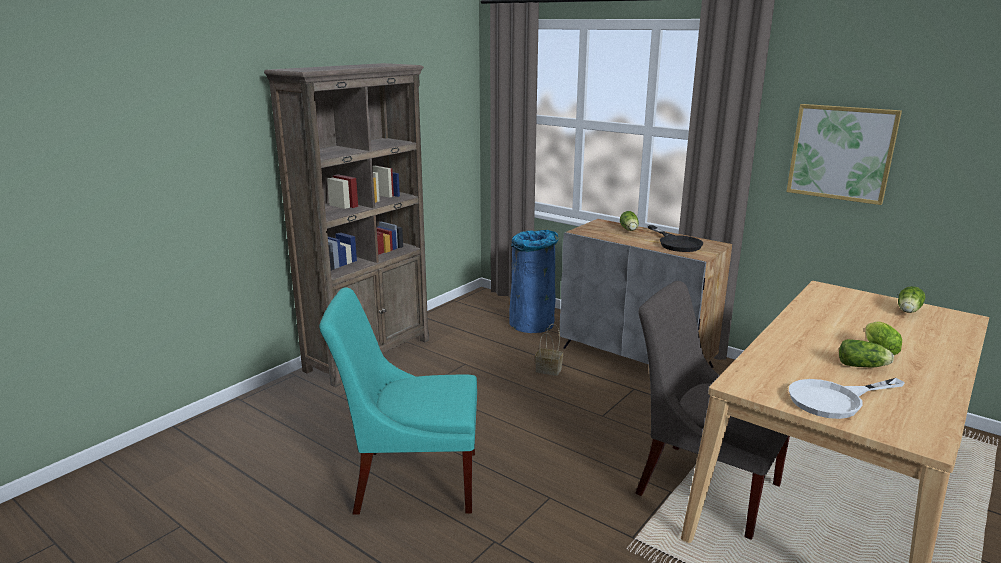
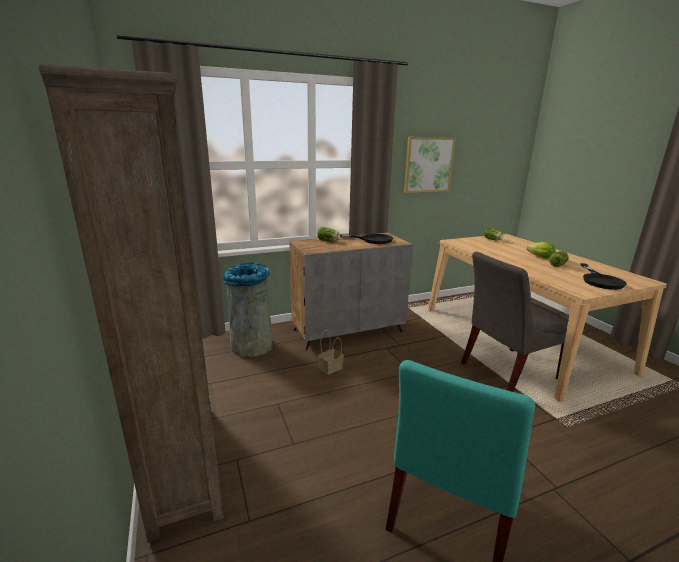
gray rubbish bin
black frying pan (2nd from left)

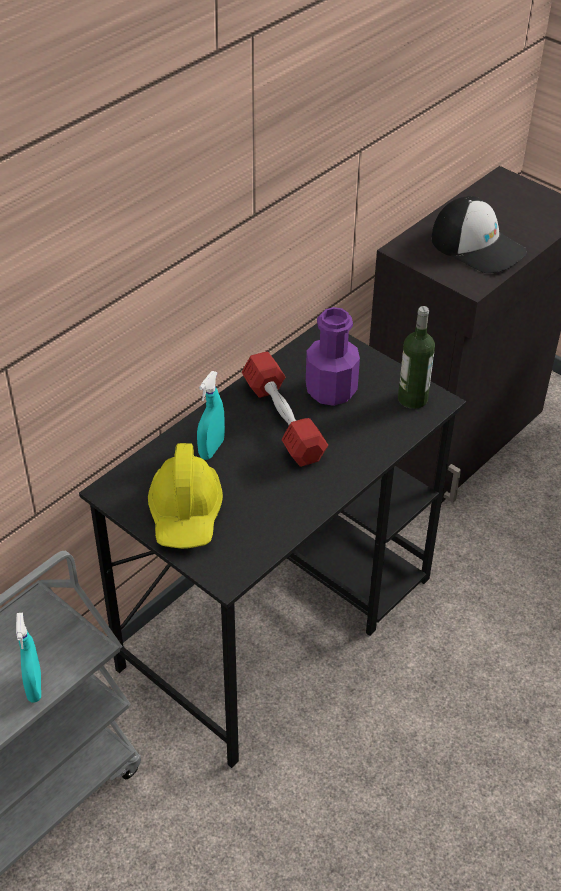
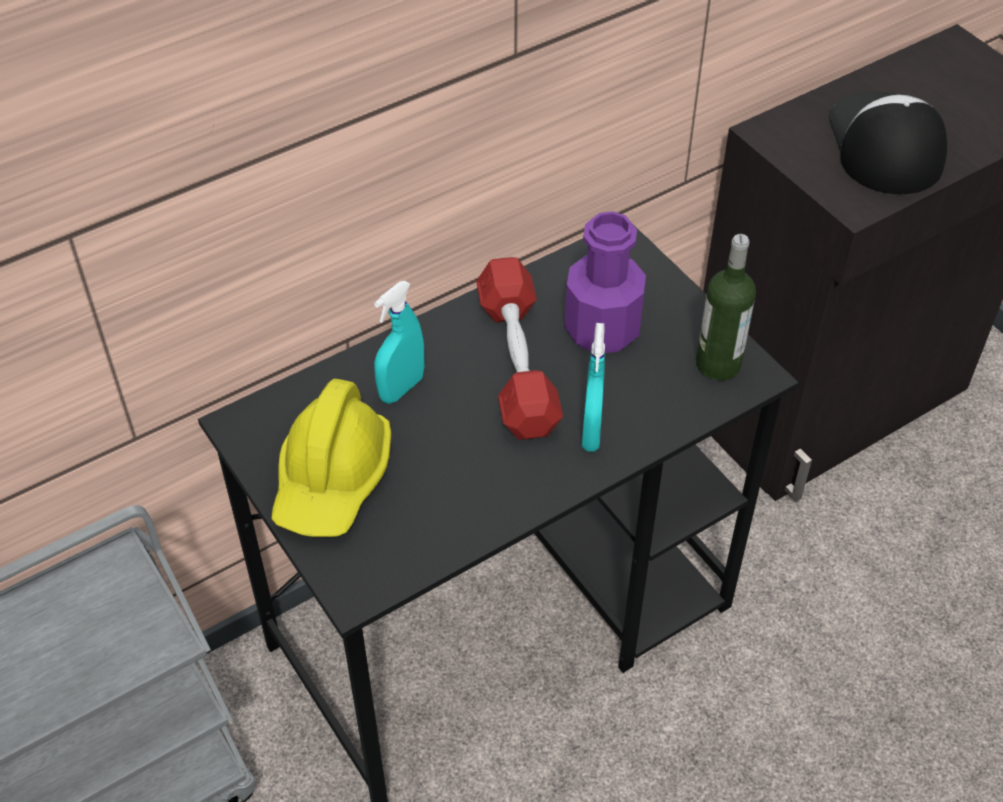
baseball cap
turquoise hand sprayer (2nd from left)

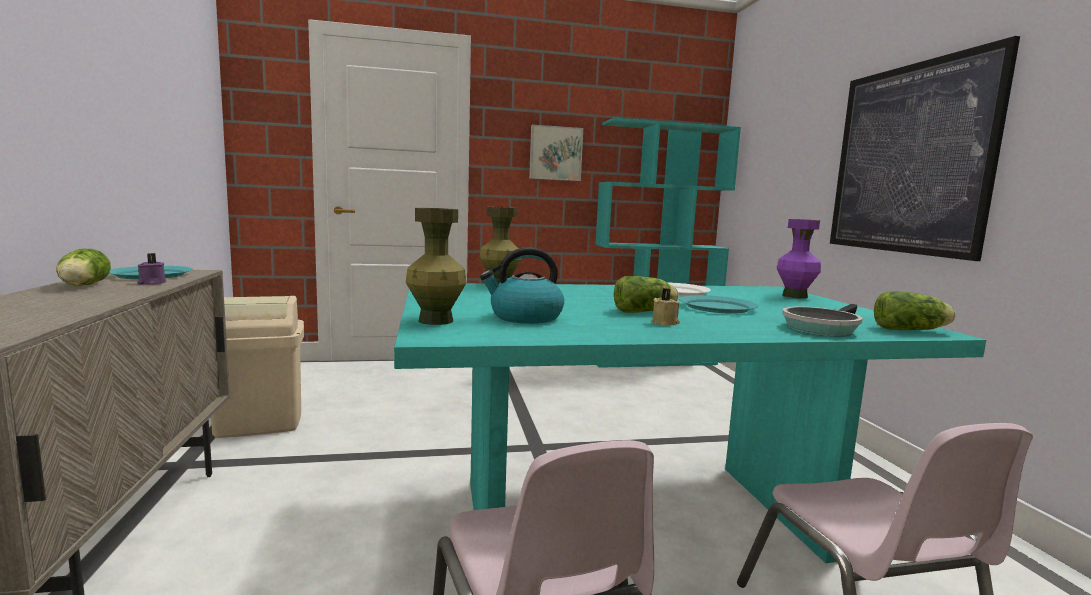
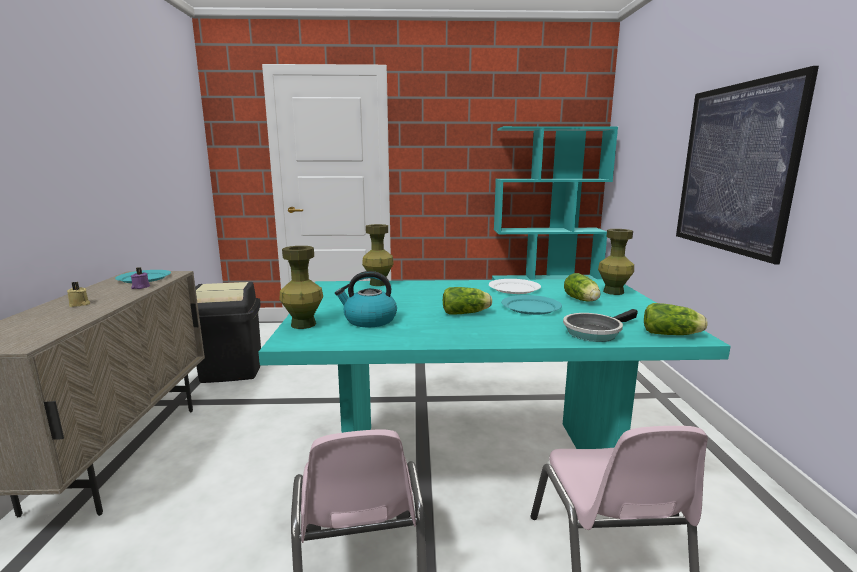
wall picture (1st from left in the first image)
greenish decorative vase (3rd from left)
lettuce (2nd from left)
beige wax light
black rubbish bin

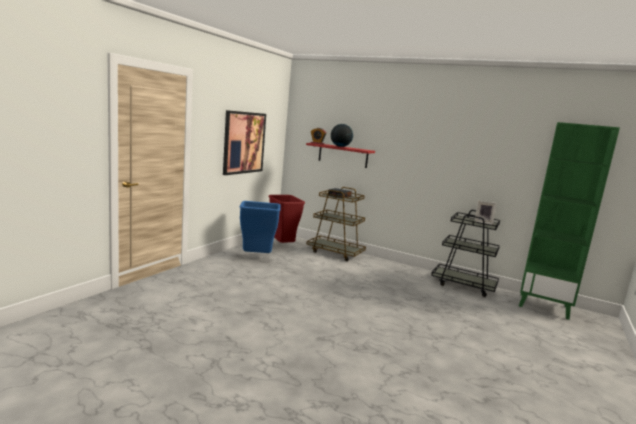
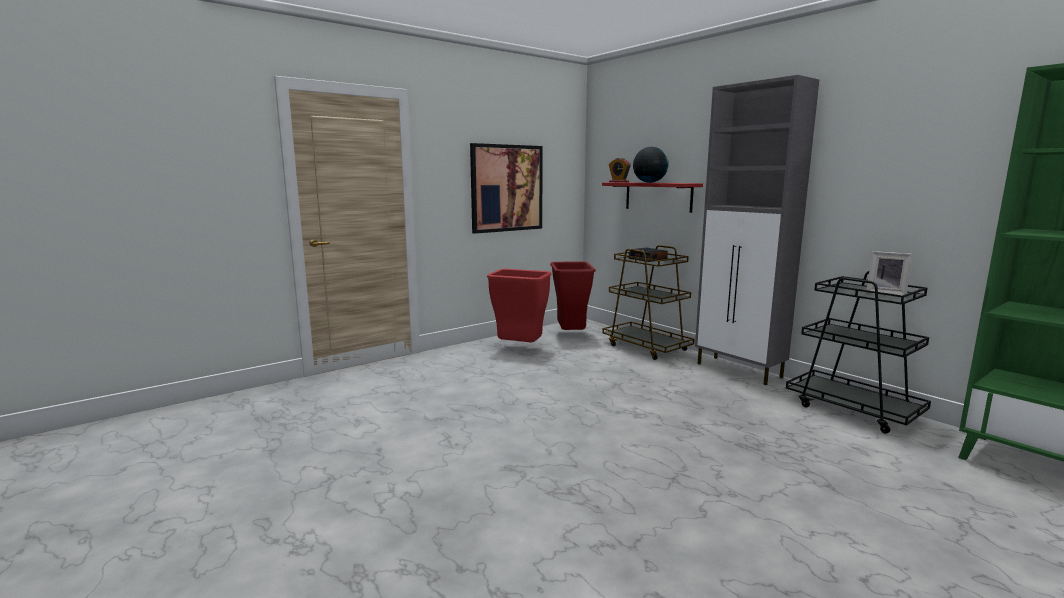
red-coloured rubbish bin (1st from left)
gray storage cabinet

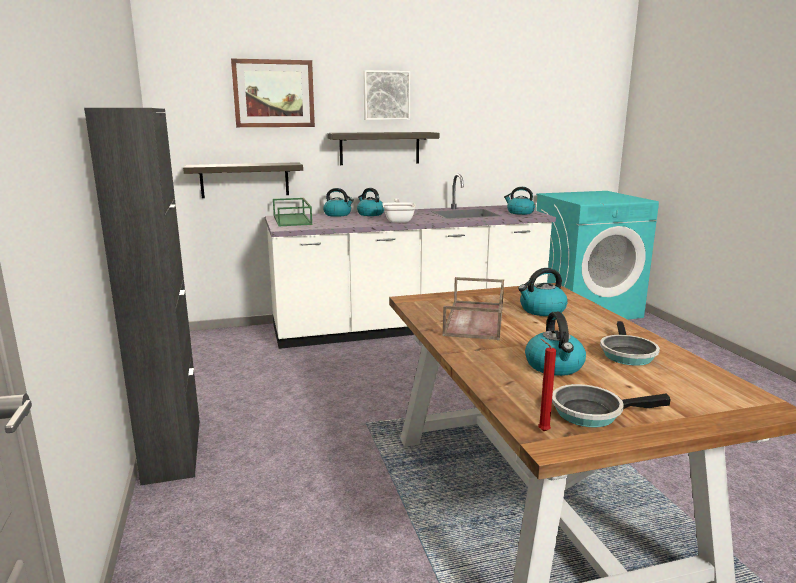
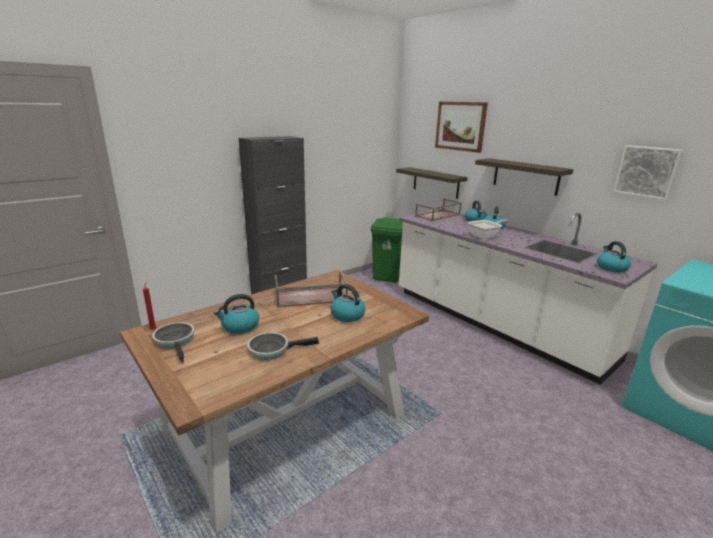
wall picture (2nd from left)
brown-coloured carrying tray (2nd from left)
greenish rubbish bin

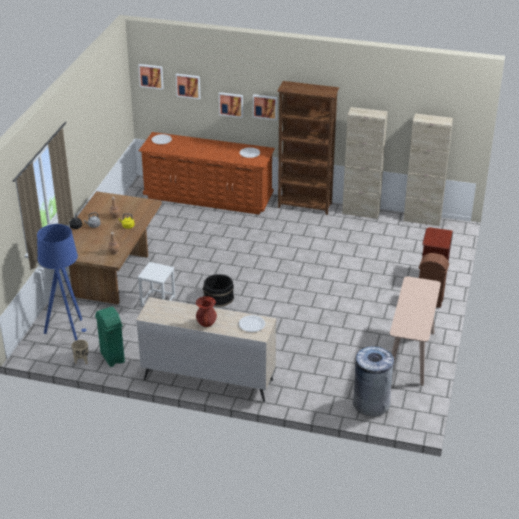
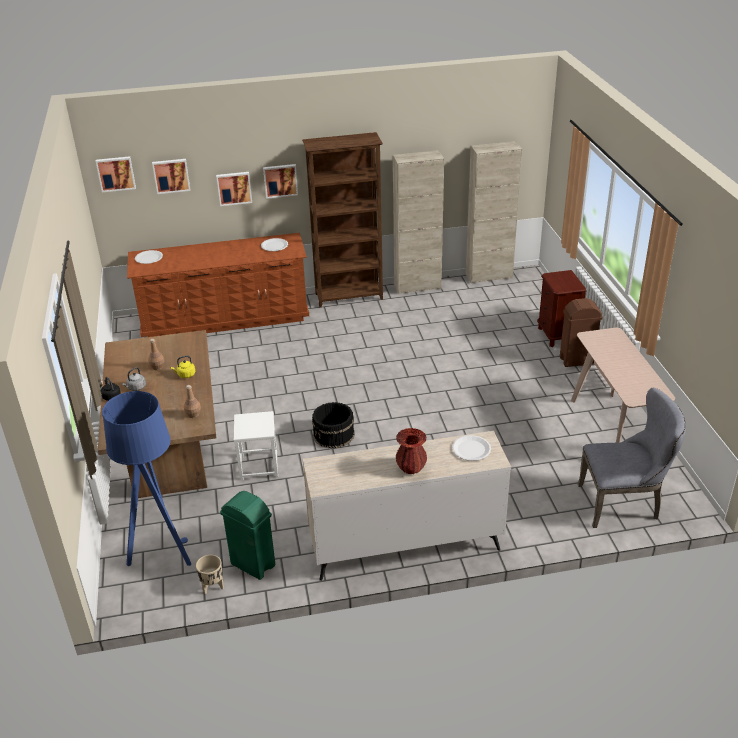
gray chair

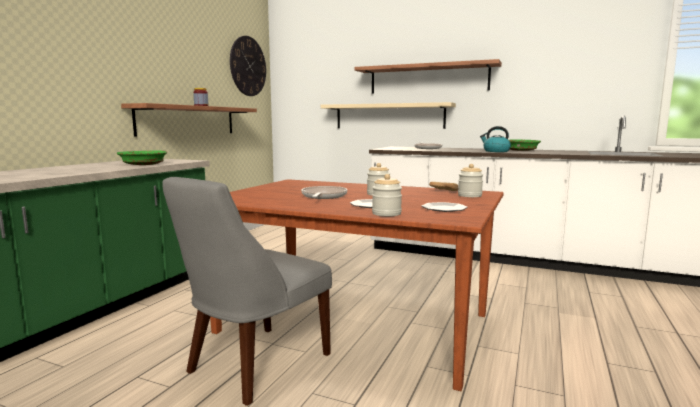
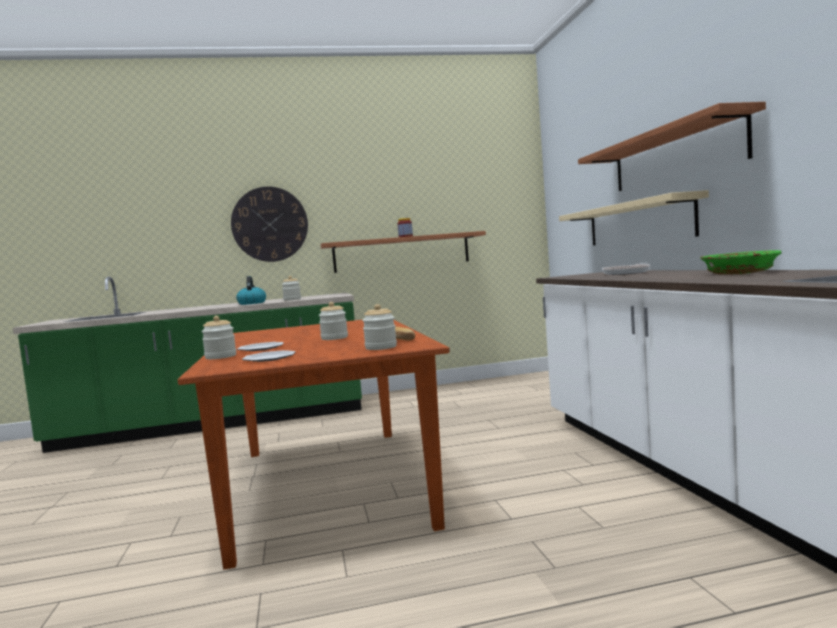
hanging clock
tea kettle
storage jar (2nd from left)
gray chair
frying pan (1st from left in the first image)

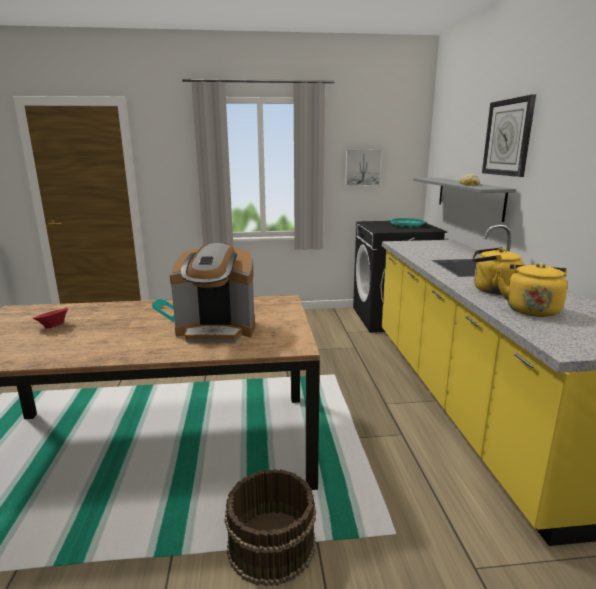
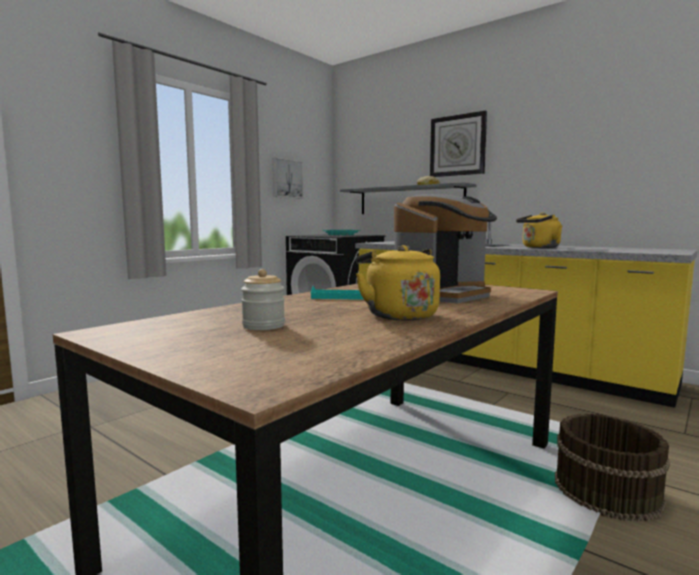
yellow tea kettle (1st from left)
storage jar

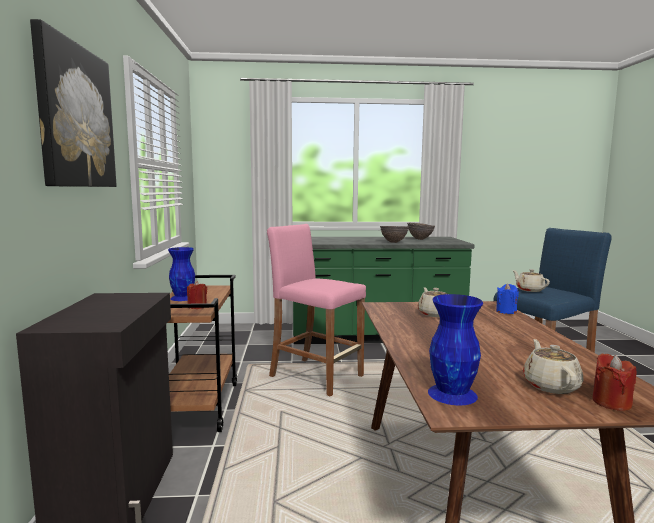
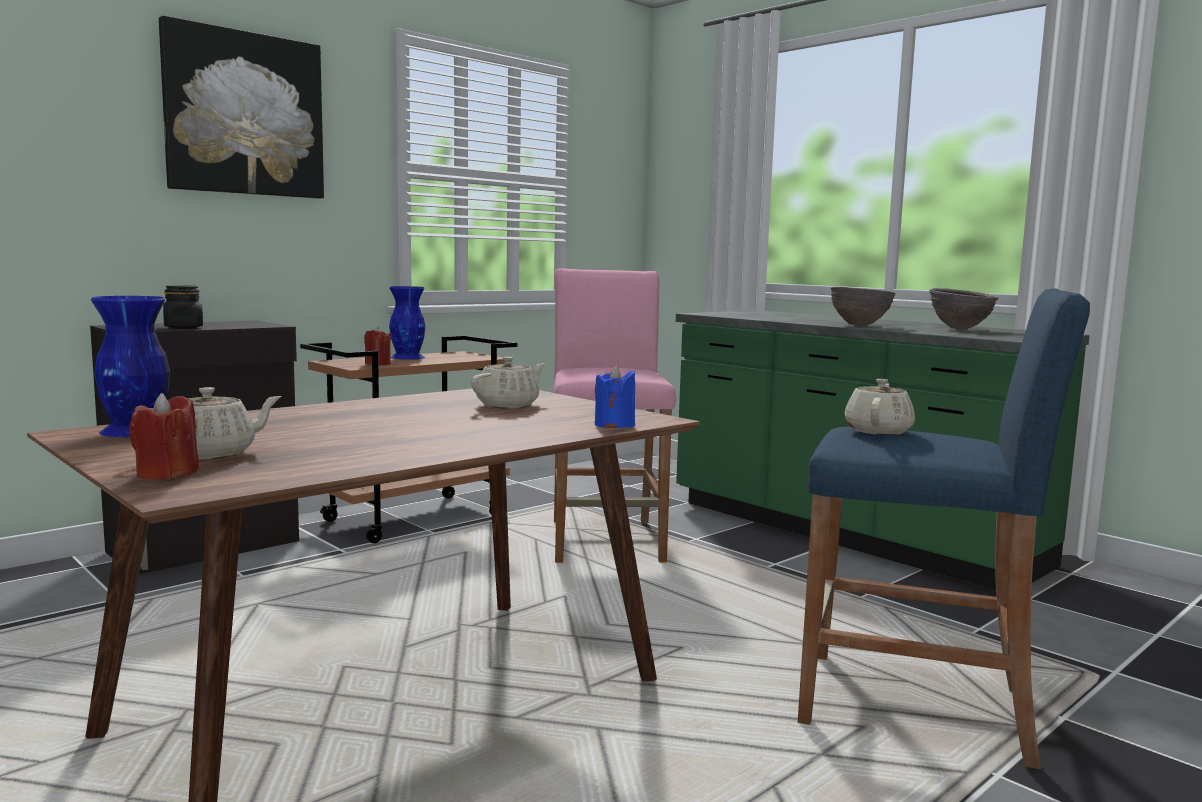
black storage jar

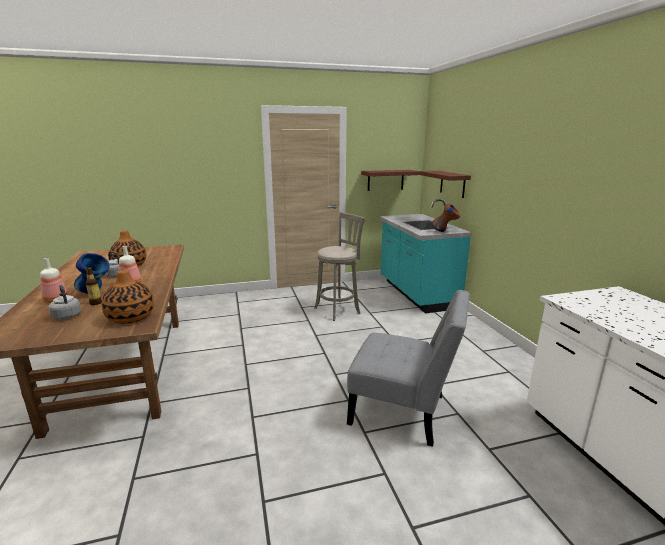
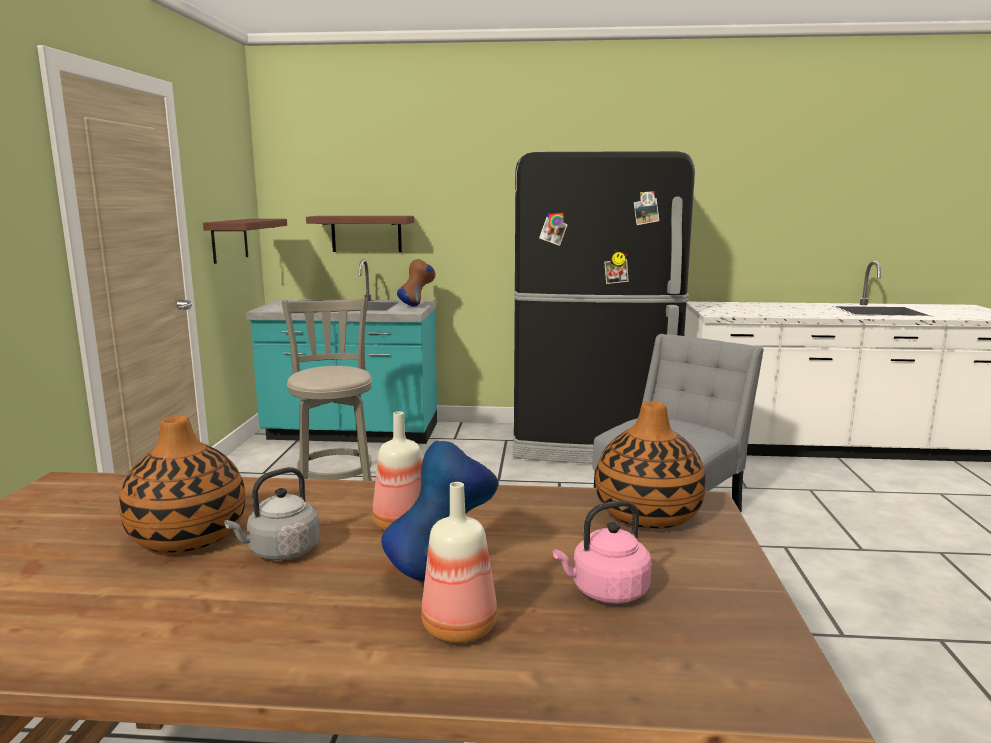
bottle (2nd from left in the first image)
pink tea kettle
black kitchen fridge

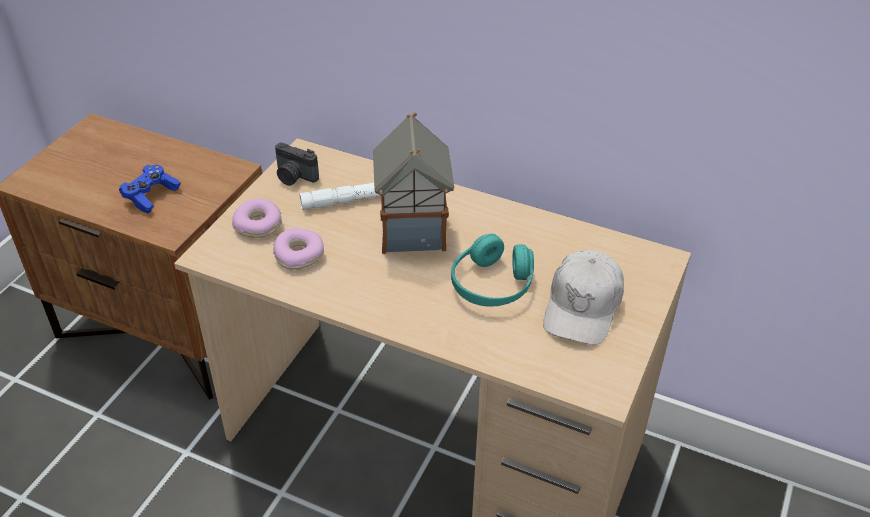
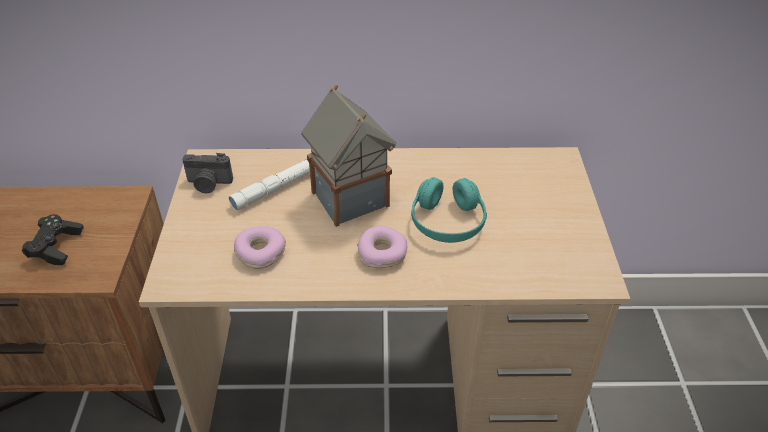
black gamepad
donut (2nd from left)
white-coloured baseball cap

